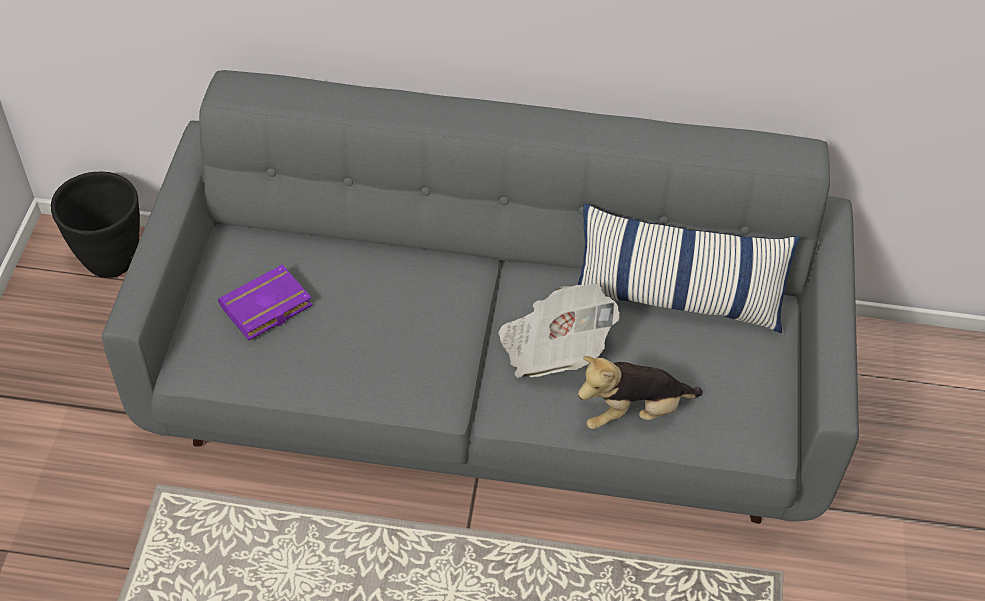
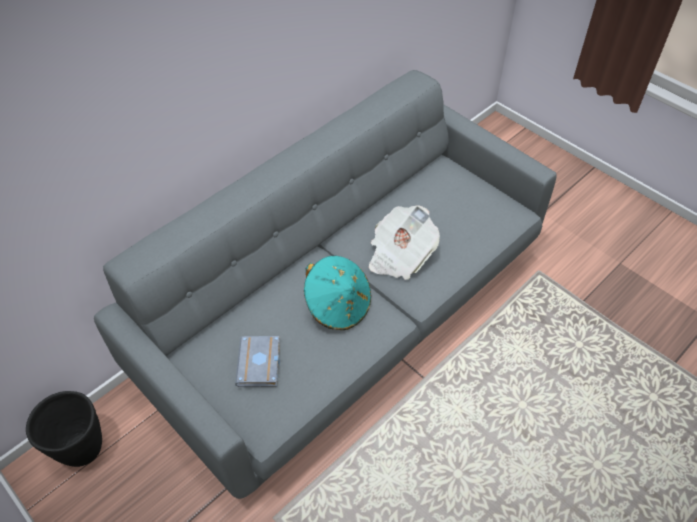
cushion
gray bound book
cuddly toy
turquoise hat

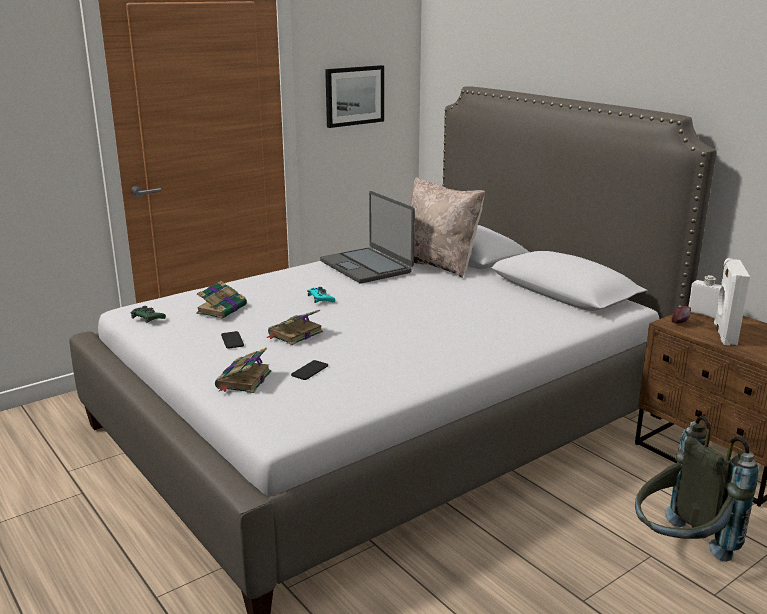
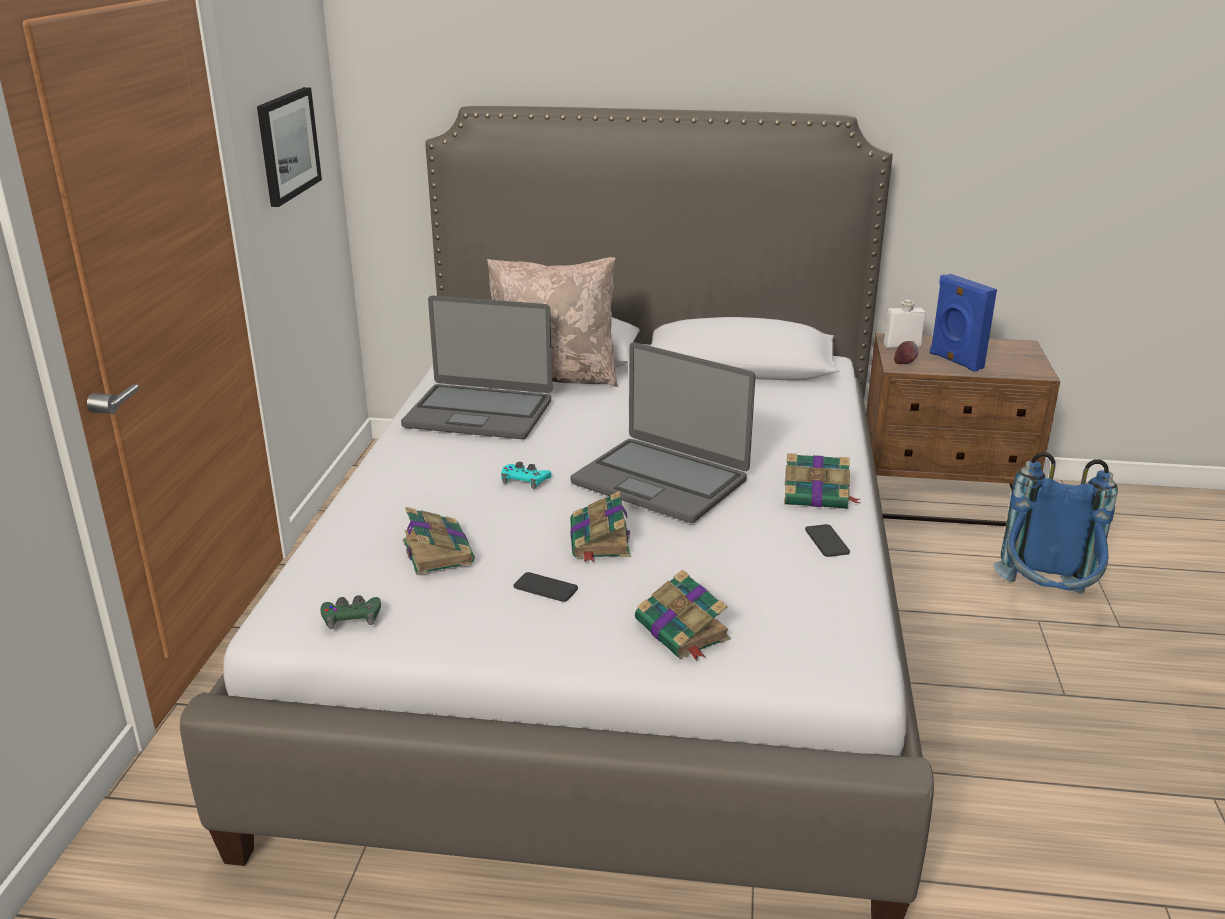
blue-coloured speaker
phone (2nd from left)
blue-coloured rucksack
notebook computer (2nd from left)
bound book (4th from left)

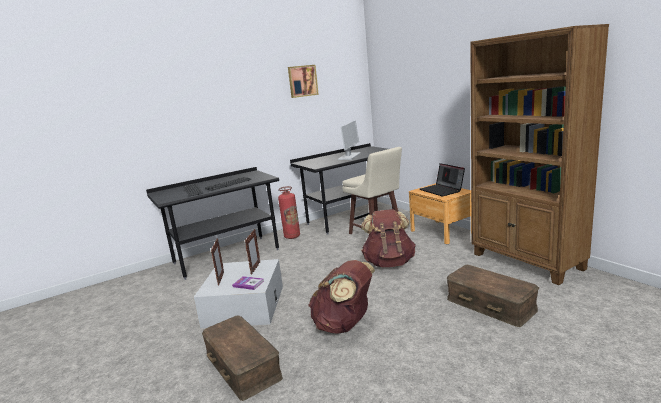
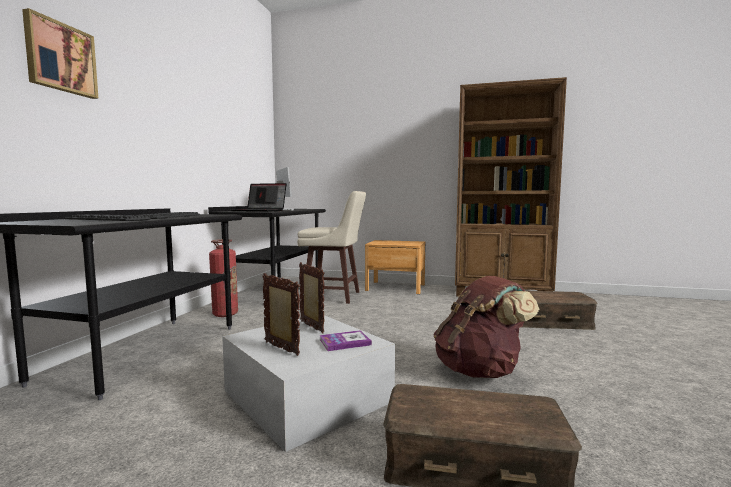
wall picture
notebook computer
brown-coloured rucksack (2nd from left in the first image)

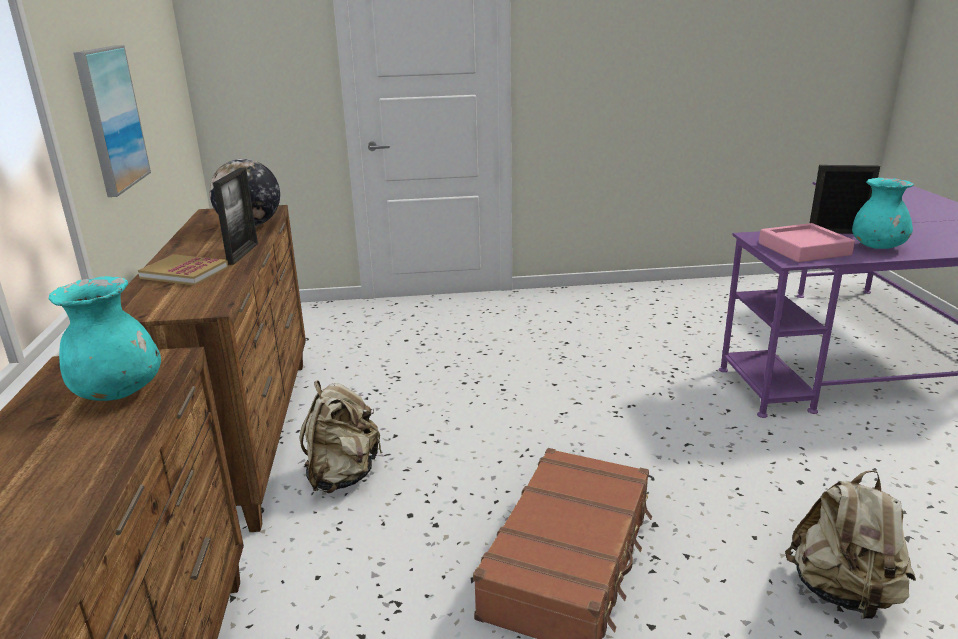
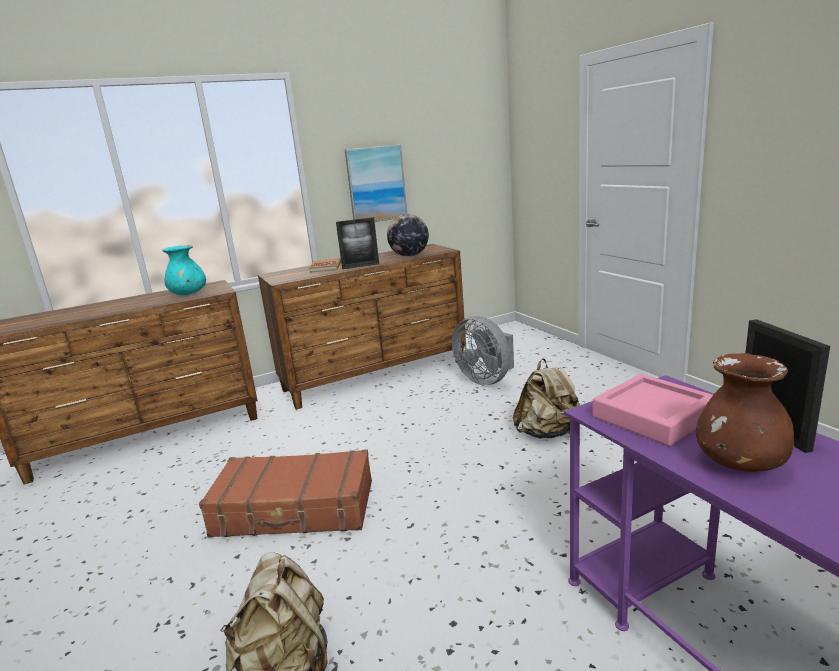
brown-coloured decorative vase
beige rucksack (2nd from left)
gray fan

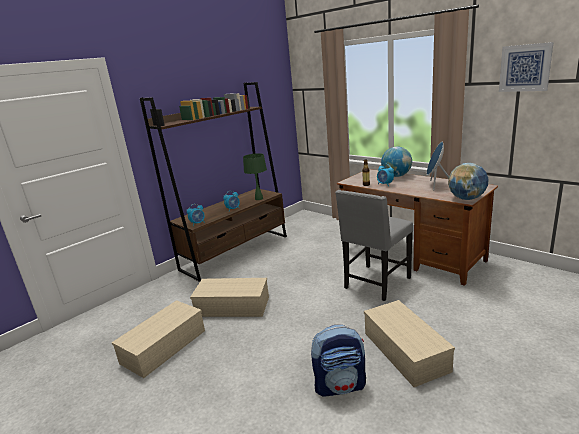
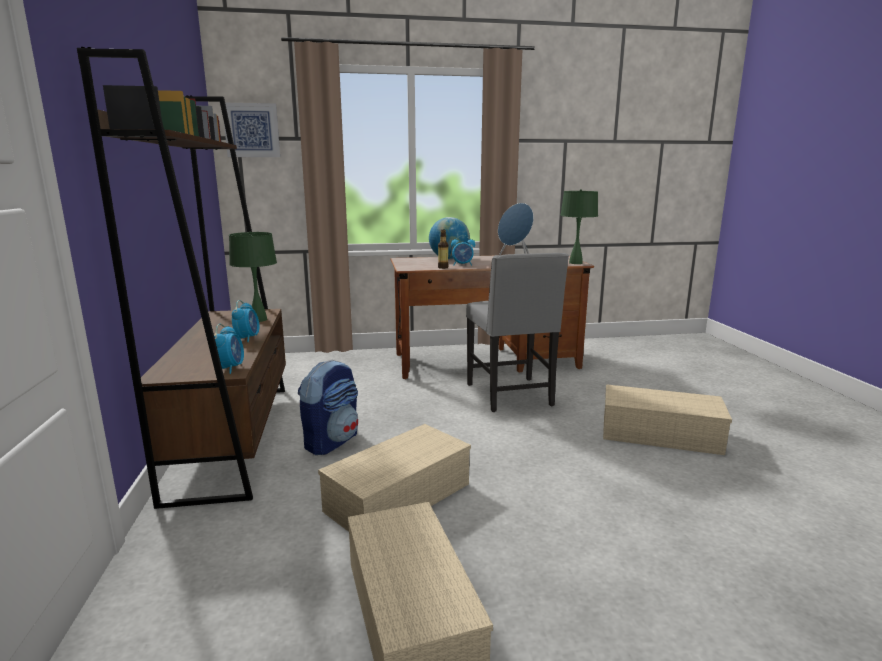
wall picture
greenish tabletop lamp (2nd from left)
rucksack

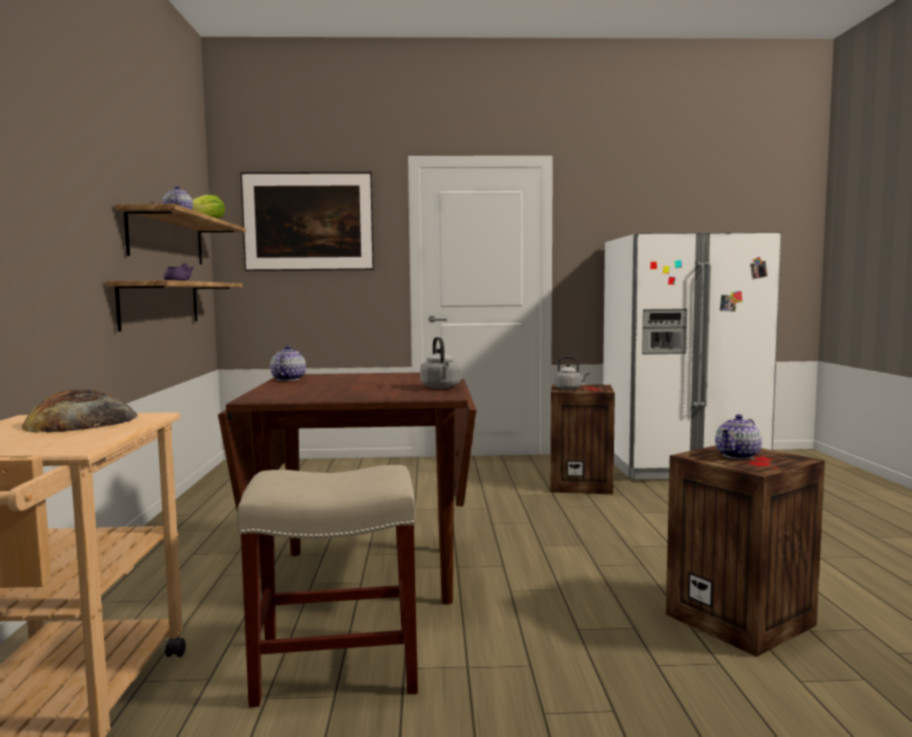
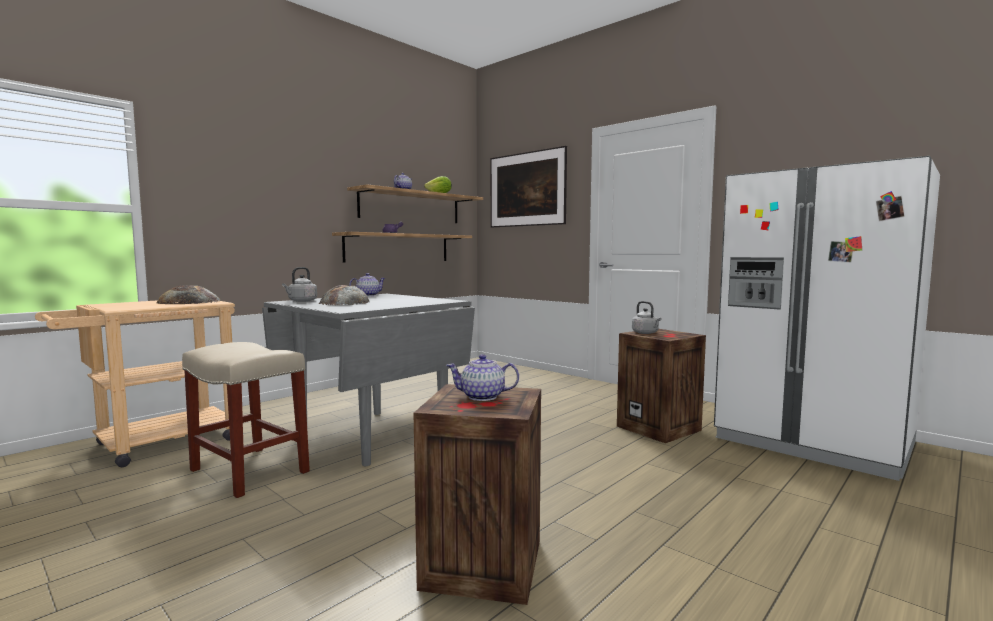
gray tea kettle (1st from left)
gray dinner table
bread (2nd from left)

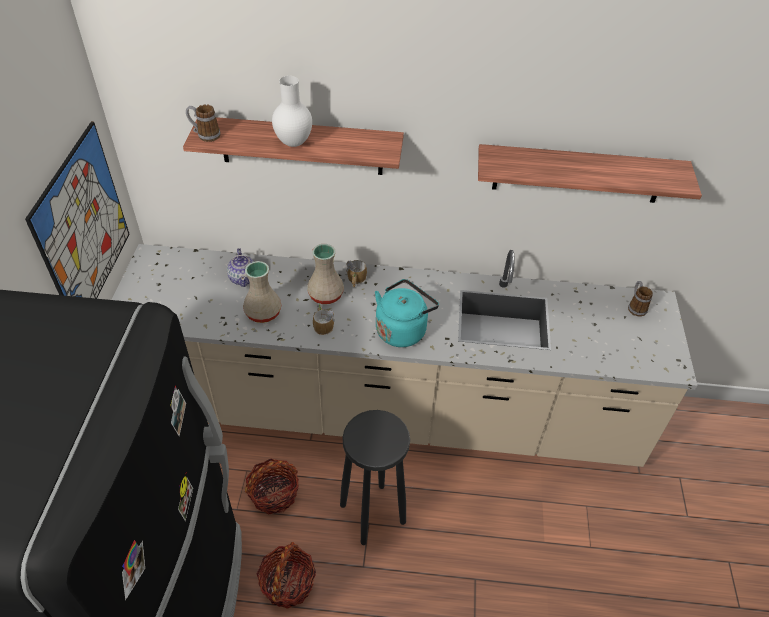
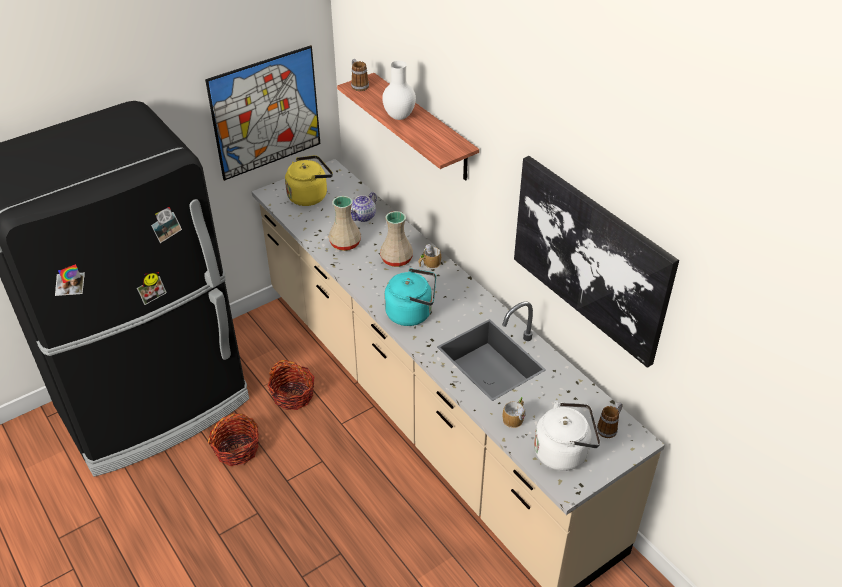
wall picture (2nd from left)
tea mug (3rd from left)
black stool seat
yellow tea kettle
white-coloured tea kettle

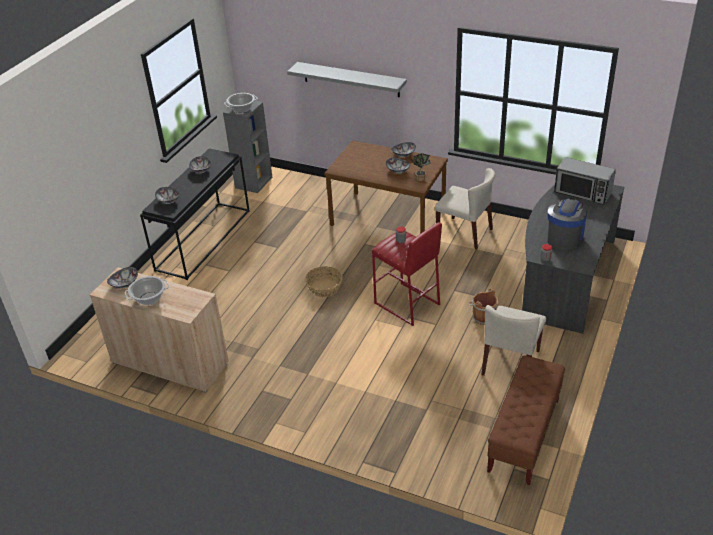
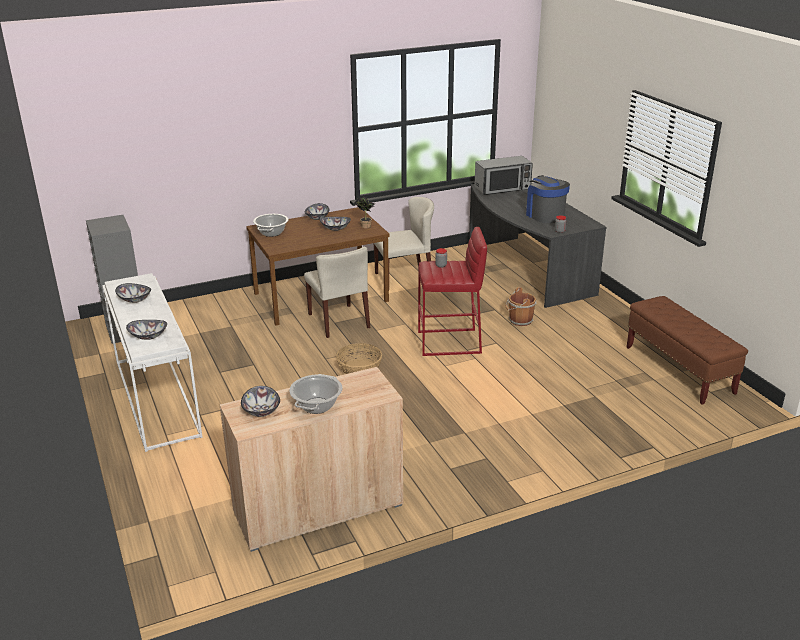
gray shelf
cooking pot (1st from left)
white-coloured hall table
beige chair (1st from left)

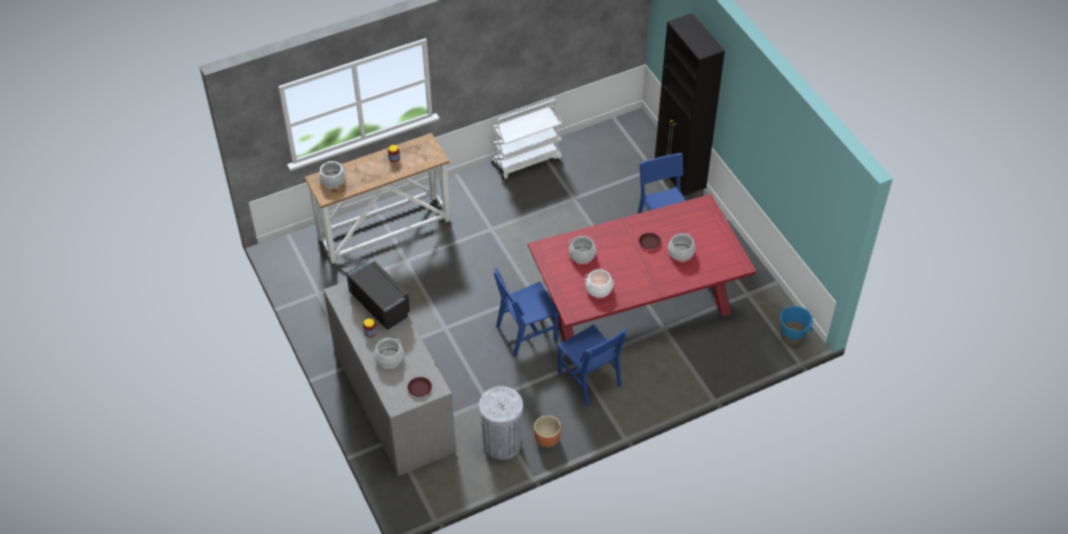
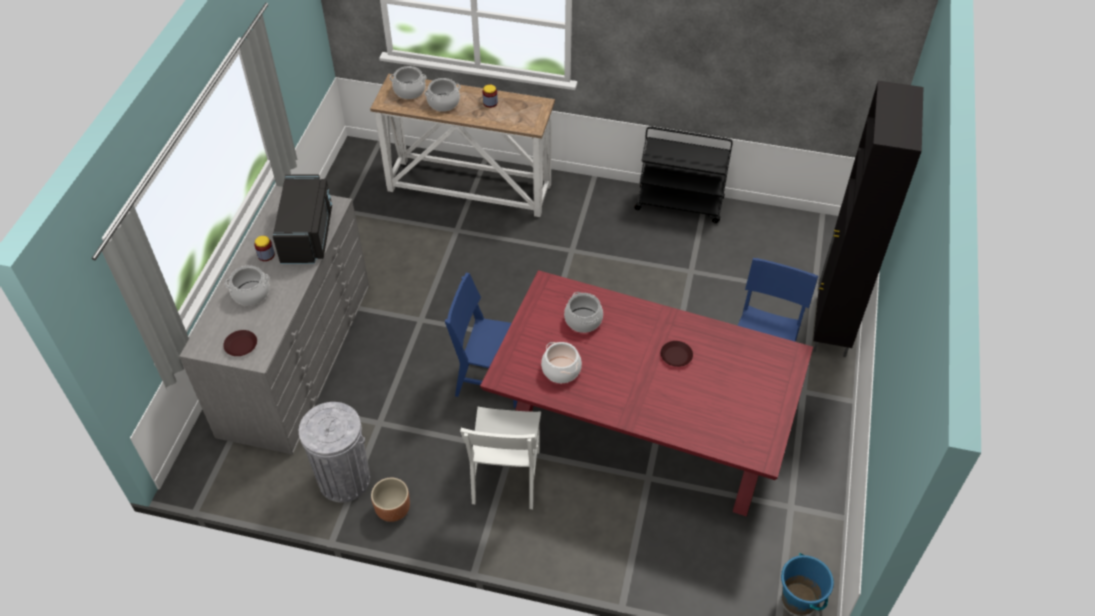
black trolley
cooking pot (3rd from left)
white-coloured chair

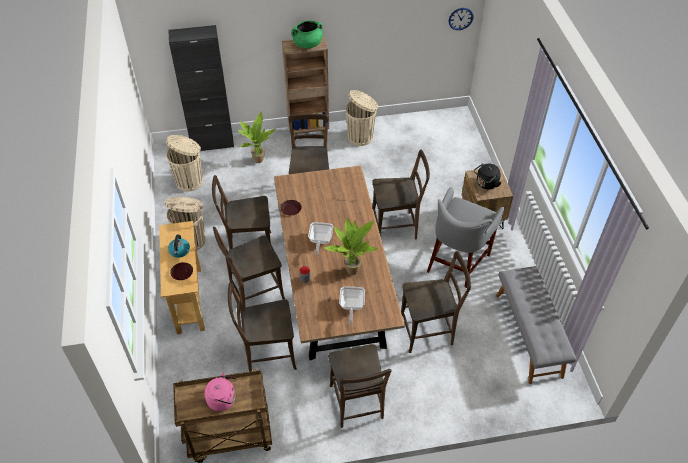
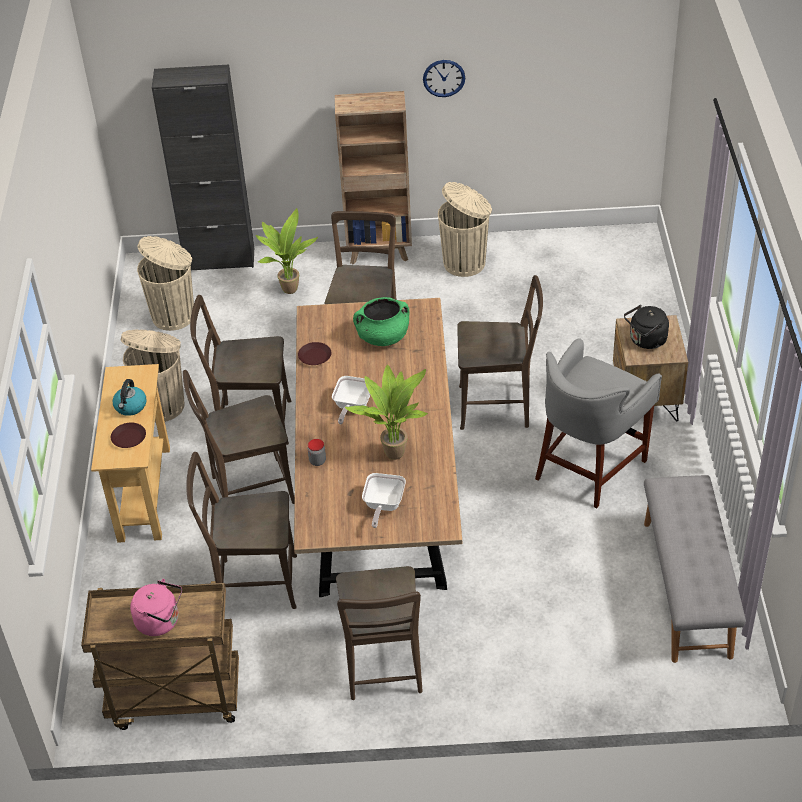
hanging clock
greenish cooking pot
brown-coloured chair (7th from left in the first image)

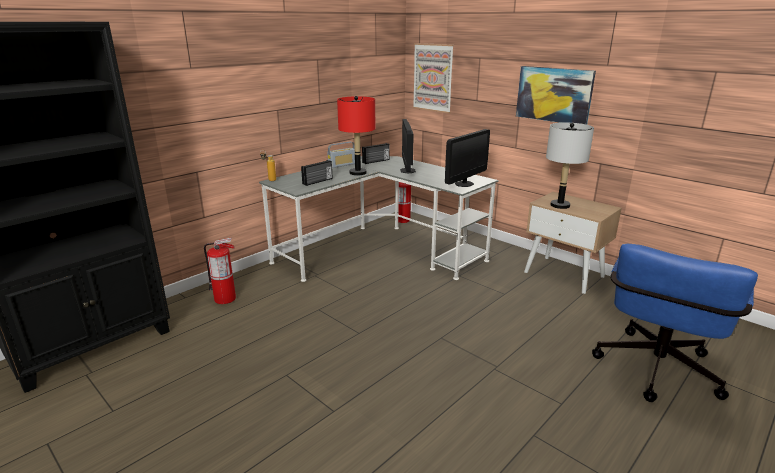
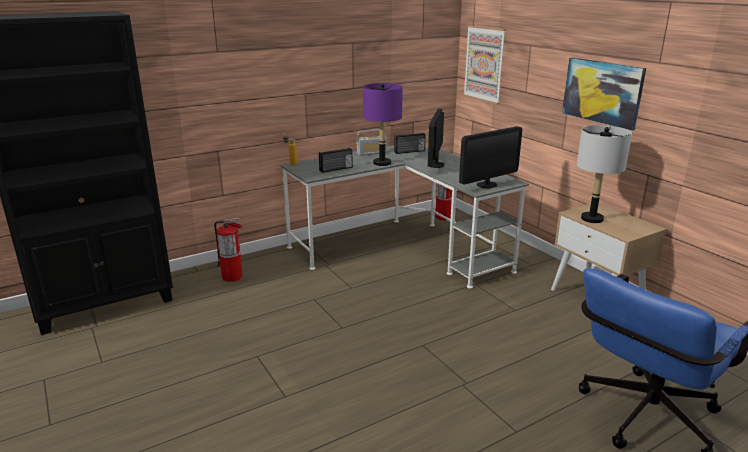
purple tabletop lamp

